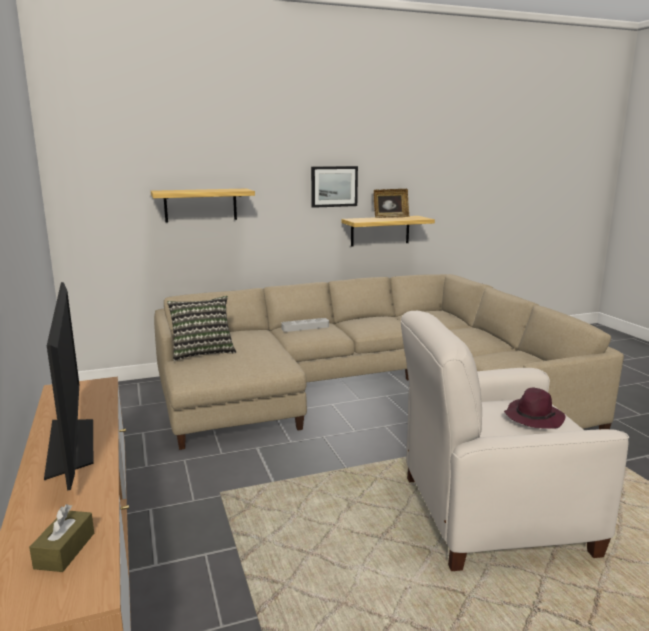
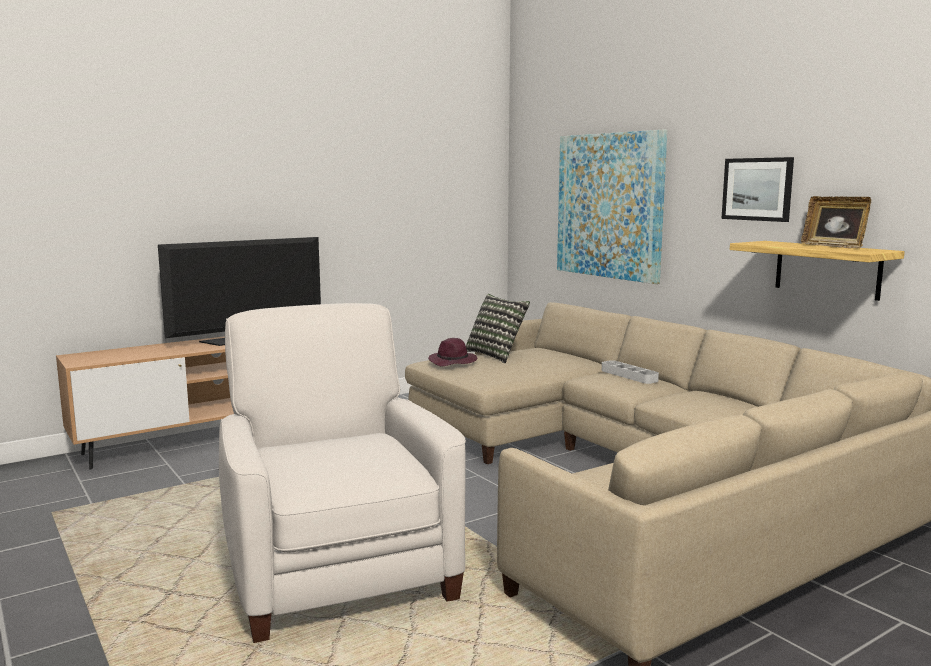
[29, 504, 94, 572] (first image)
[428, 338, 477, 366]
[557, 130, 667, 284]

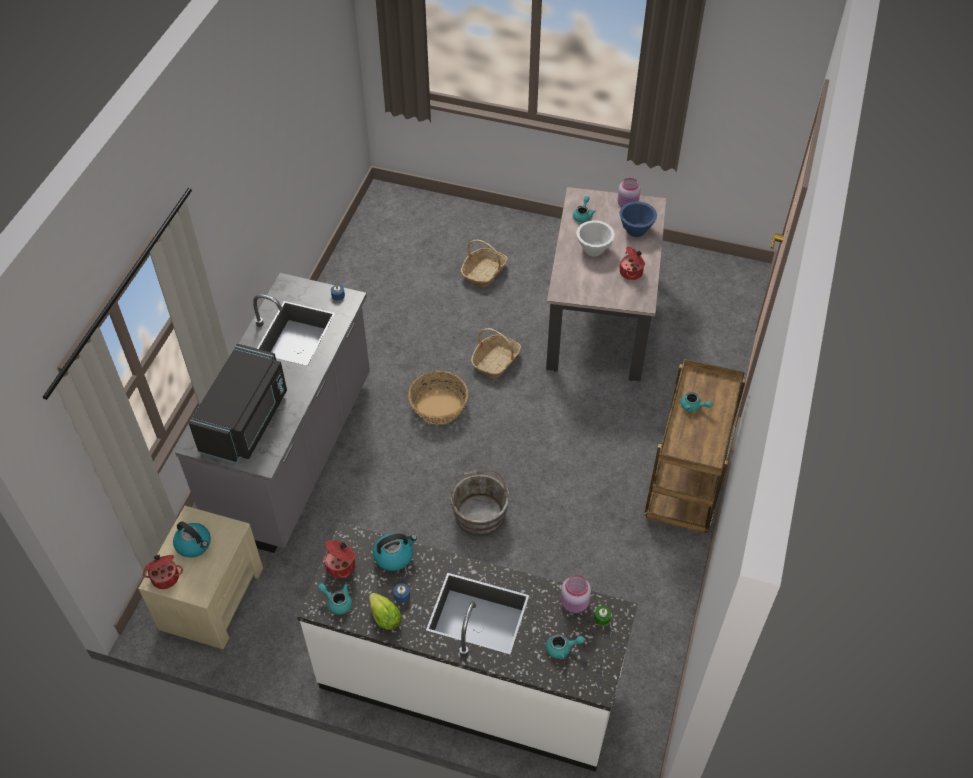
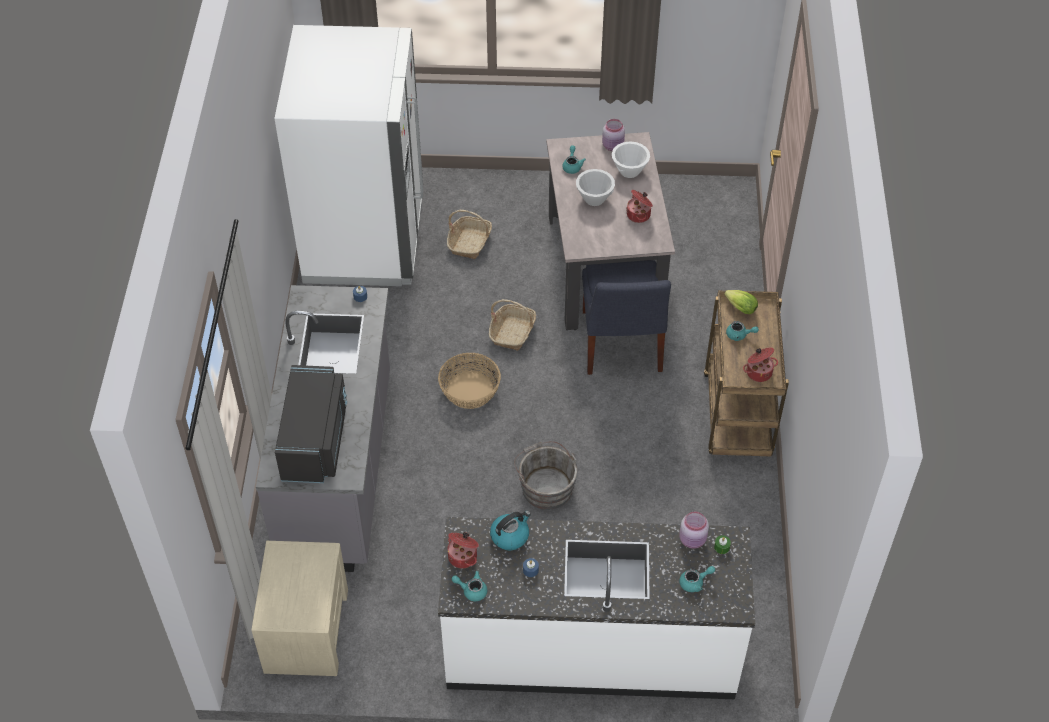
[173, 521, 211, 558] (first image)
[275, 25, 424, 286]
[582, 260, 671, 375]
[743, 348, 778, 382]
[724, 290, 758, 314]
[612, 141, 650, 178]

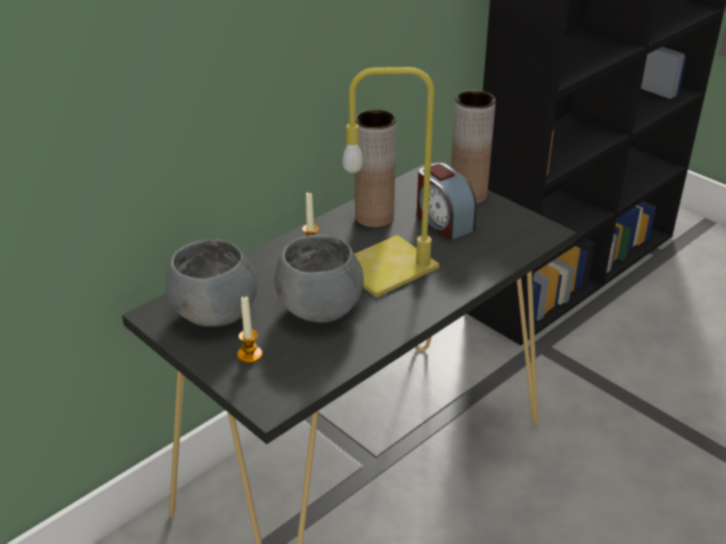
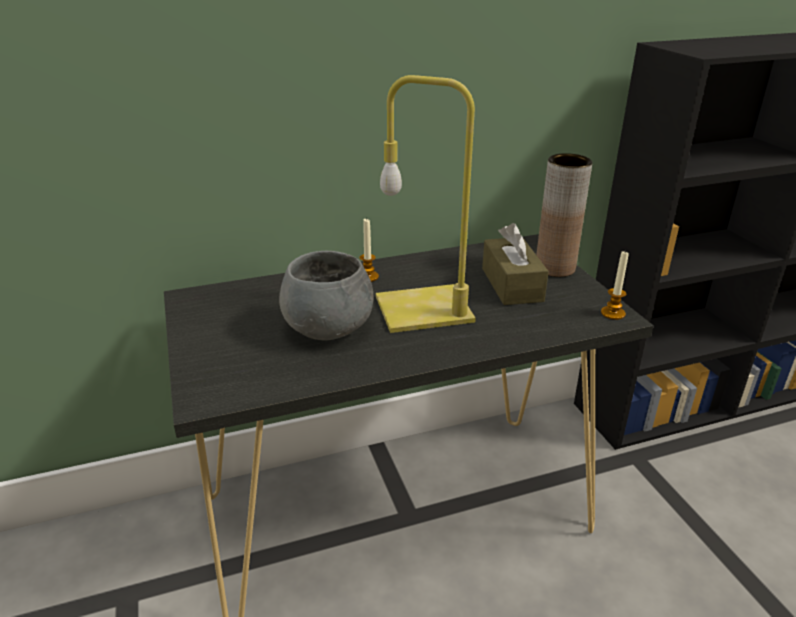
[165, 239, 257, 327] (first image)
[355, 110, 396, 228] (first image)
[601, 250, 629, 320]
[482, 223, 549, 305]

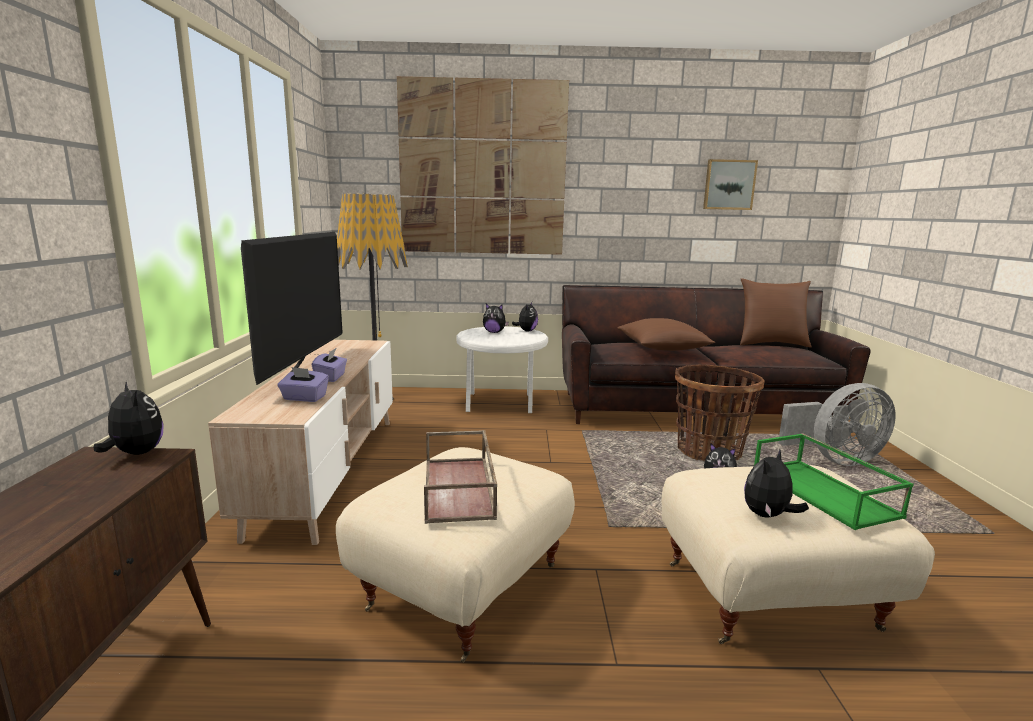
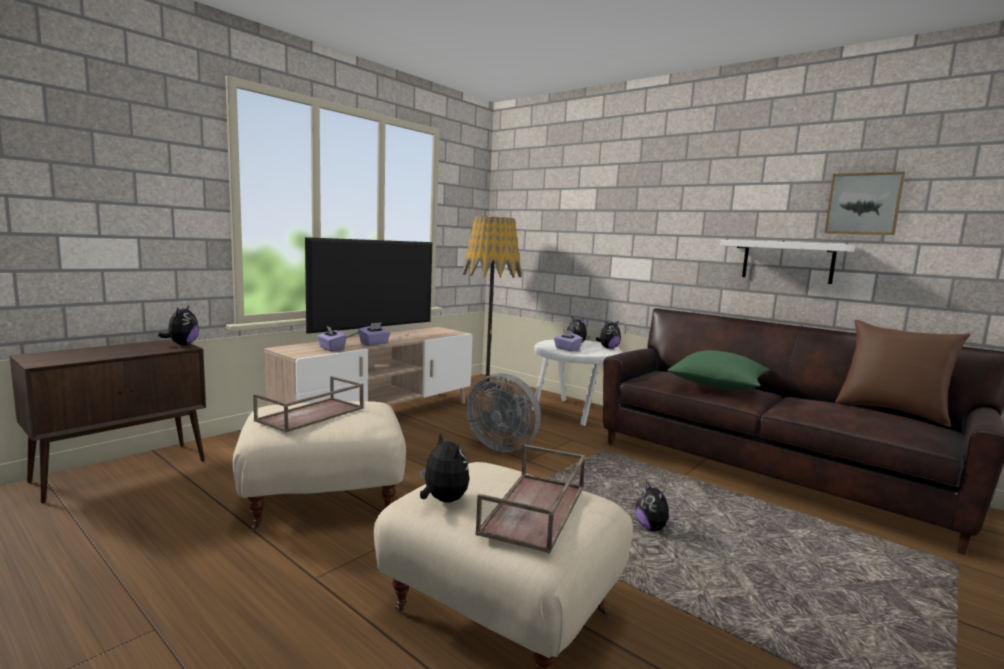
[397, 76, 569, 255] (first image)
[675, 364, 765, 461] (first image)
[554, 329, 583, 352]
[720, 240, 855, 284]
[466, 373, 541, 452]
[667, 350, 770, 390]
[476, 445, 585, 554]
[420, 433, 469, 503]

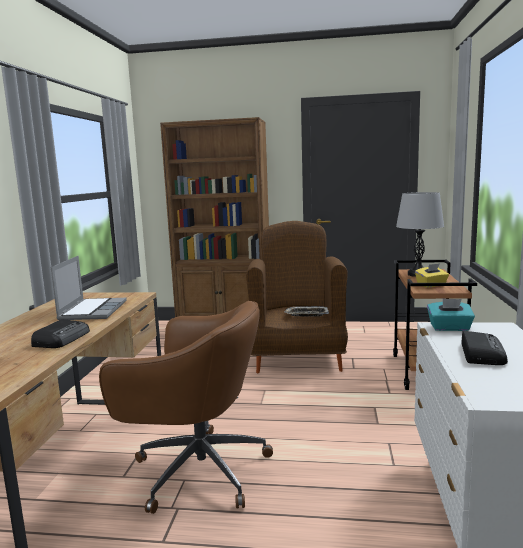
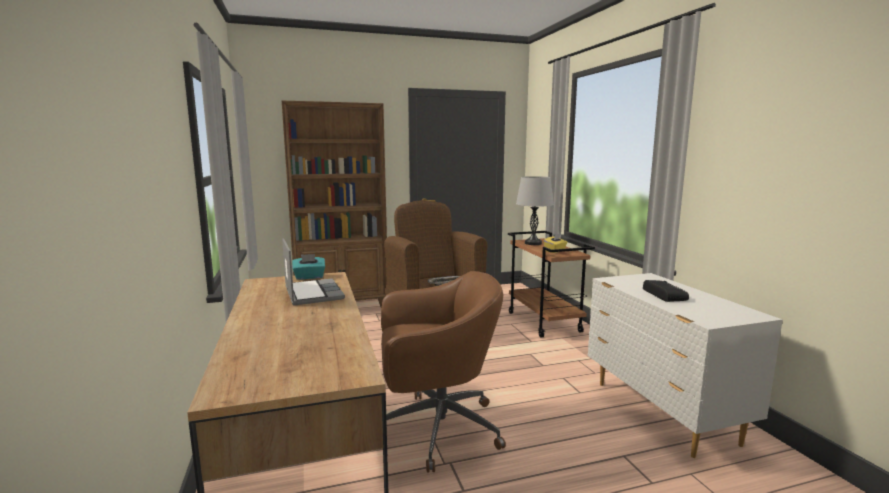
[31, 319, 90, 348] (first image)
[292, 254, 325, 280]

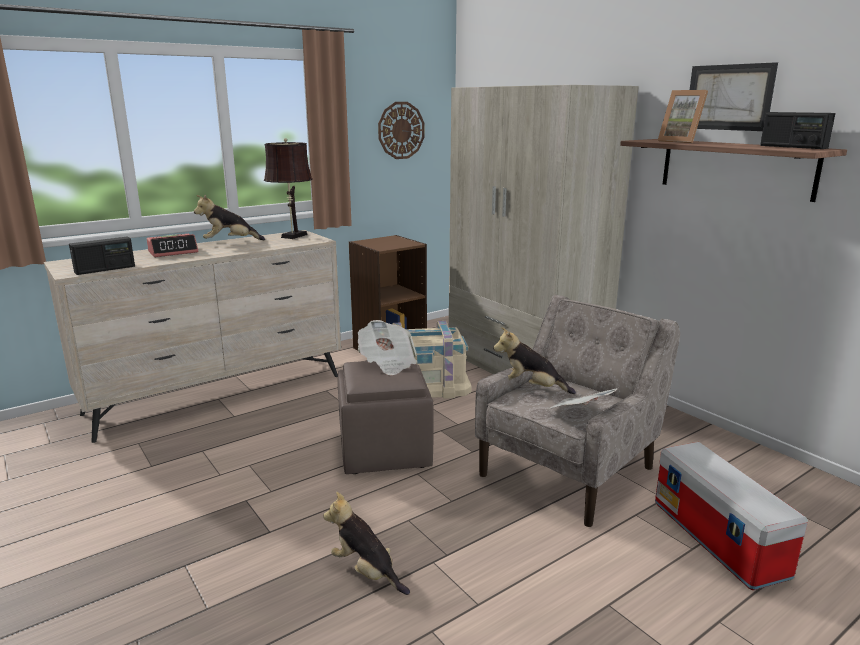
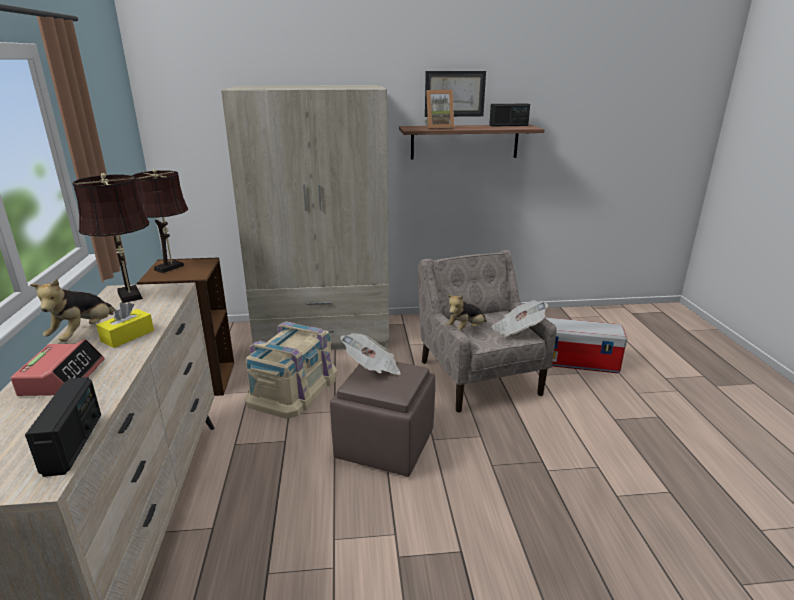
[323, 492, 410, 595] (first image)
[378, 102, 424, 159] (first image)
[96, 302, 154, 348]
[132, 169, 188, 273]

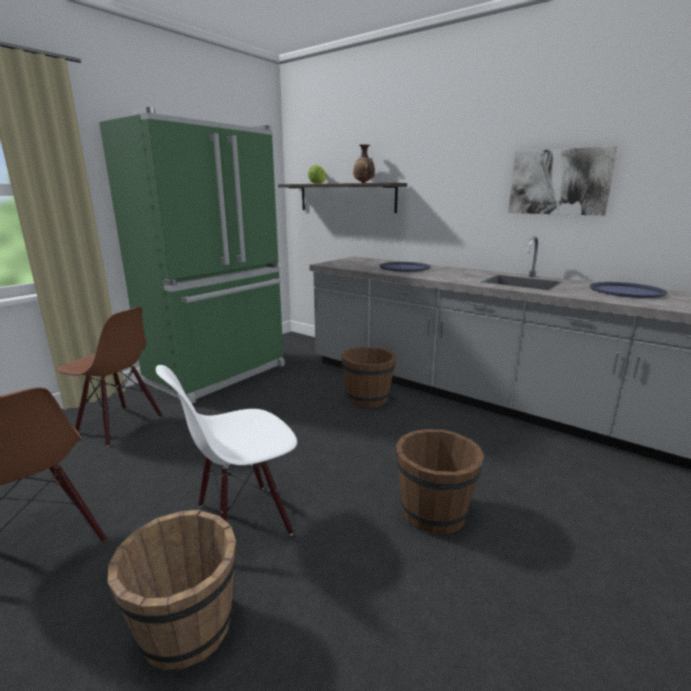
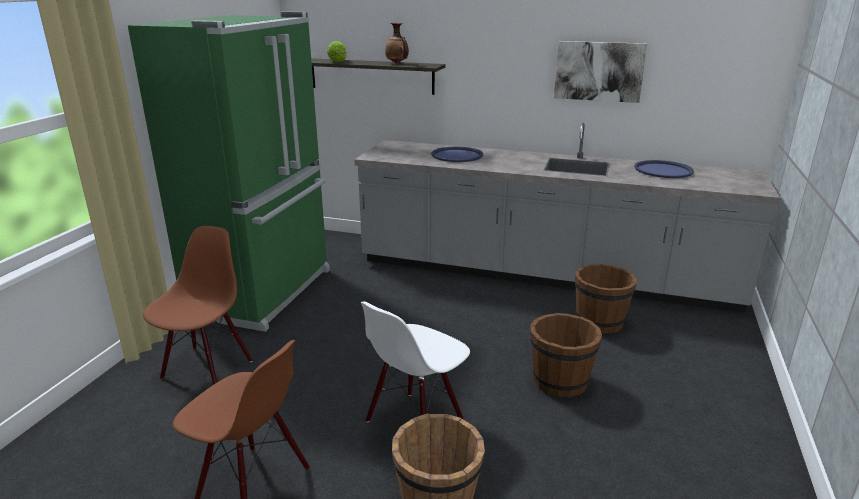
[575, 264, 637, 333]
[143, 226, 252, 385]

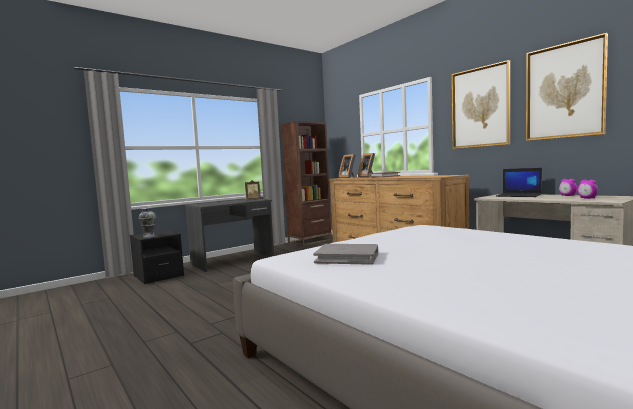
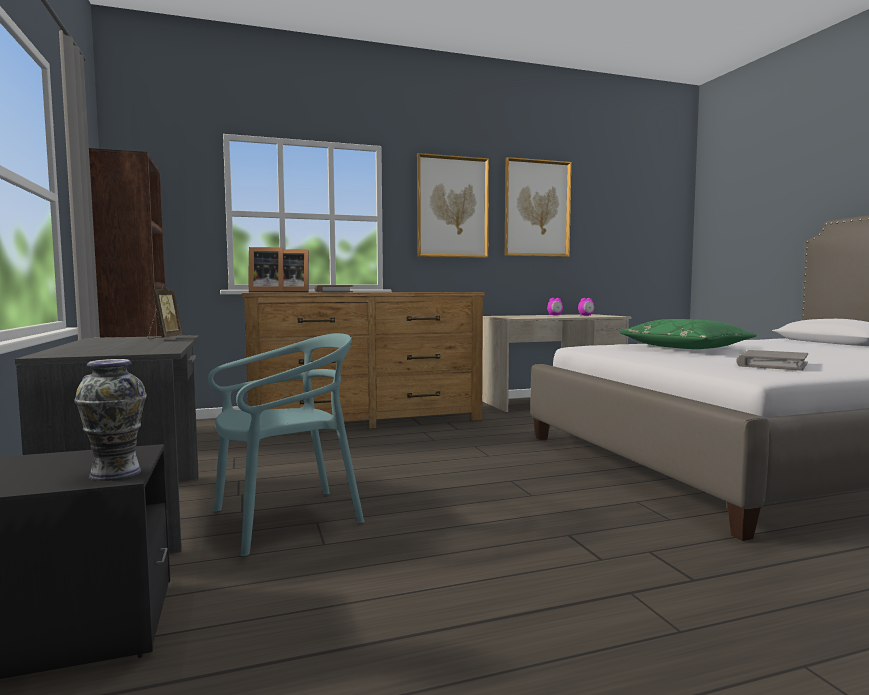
[496, 168, 542, 197] (first image)
[208, 333, 364, 557]
[619, 319, 757, 349]

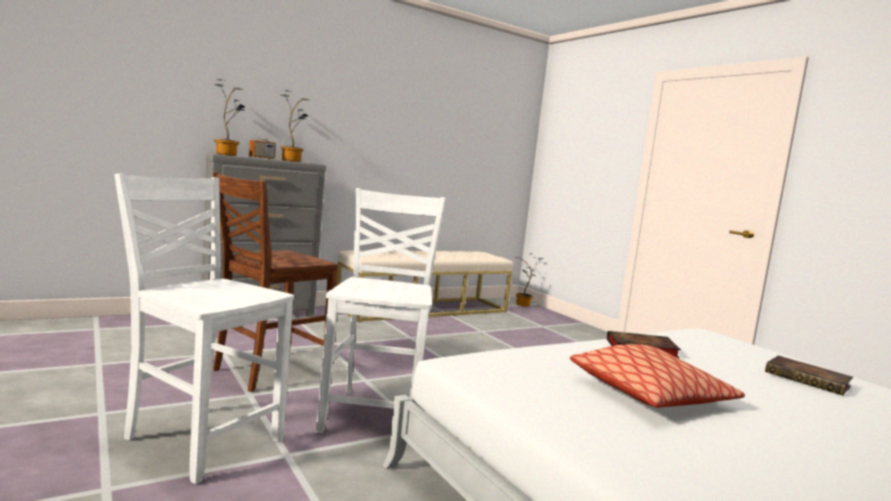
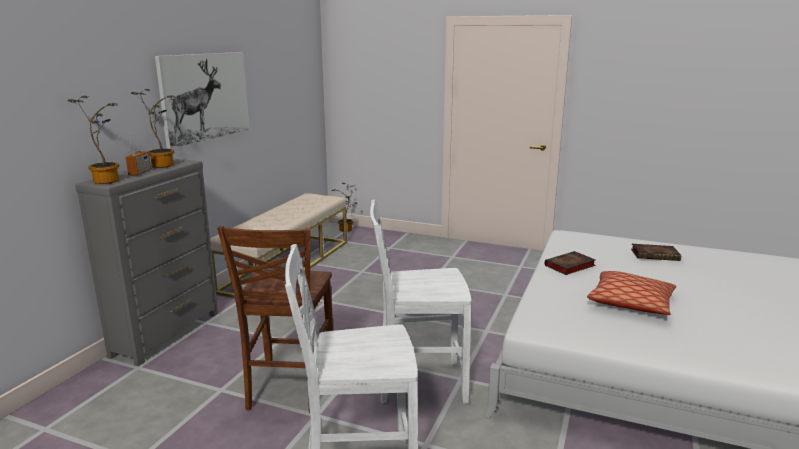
[155, 52, 249, 149]
[370, 200, 471, 404]

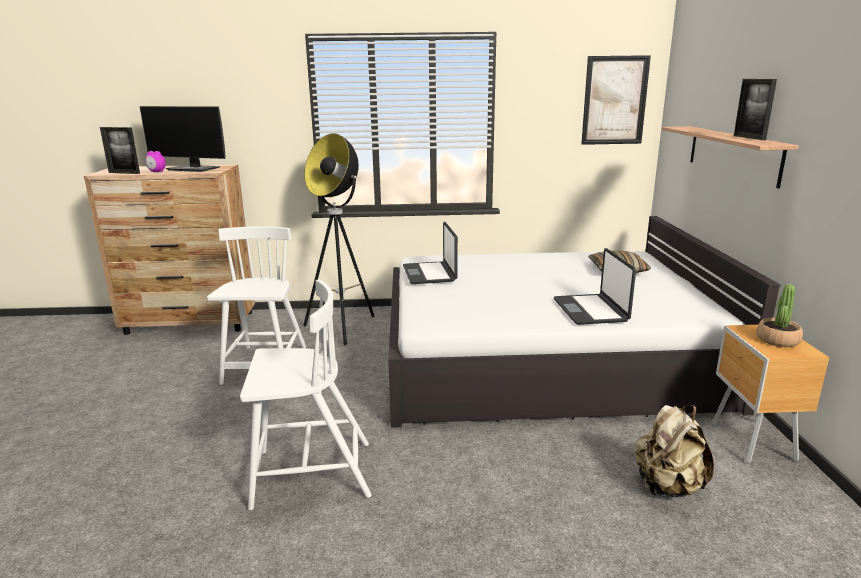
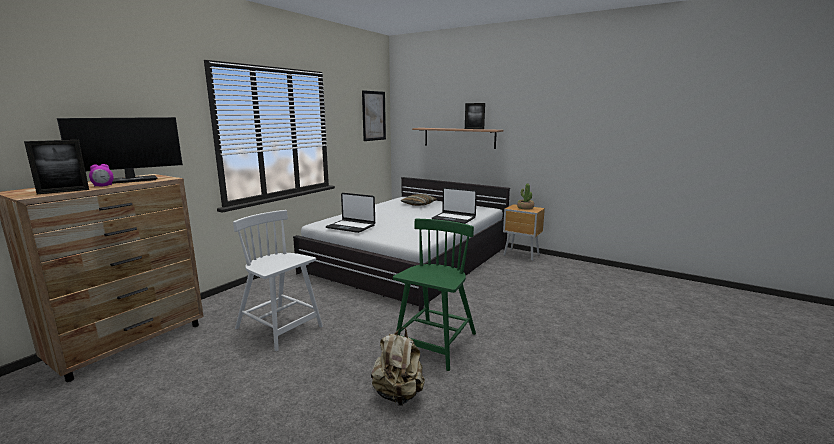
[303, 133, 374, 345] (first image)
[371, 327, 425, 406]
[393, 219, 476, 371]

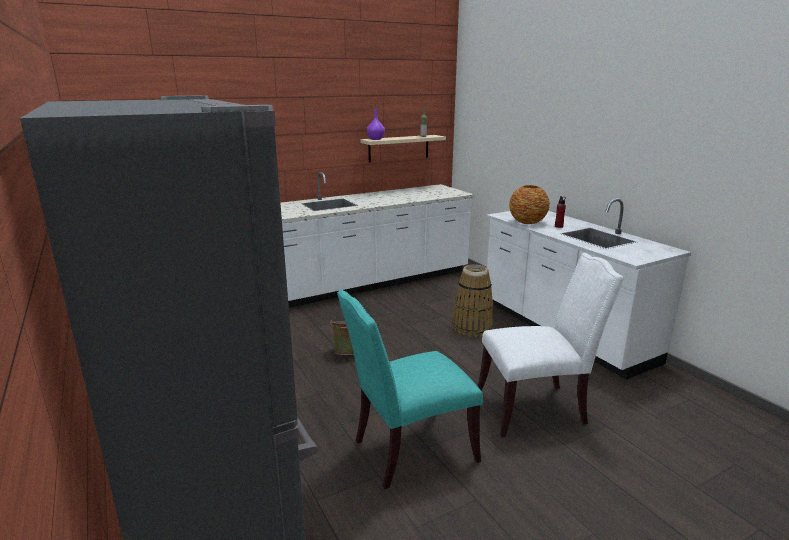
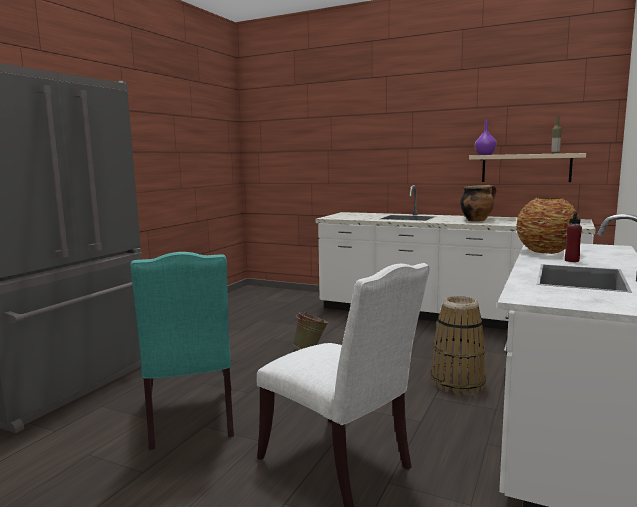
[460, 185, 497, 222]
[130, 252, 234, 450]

